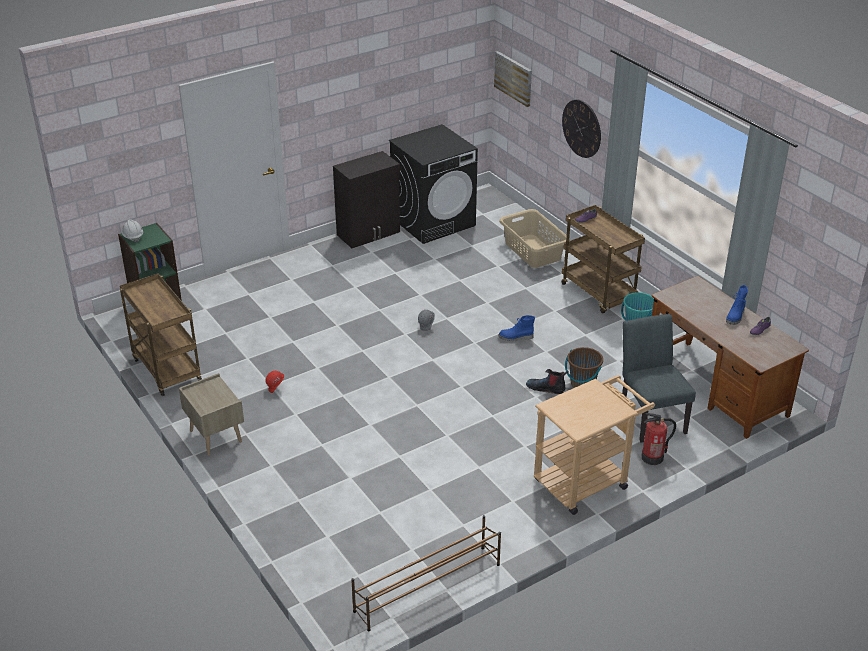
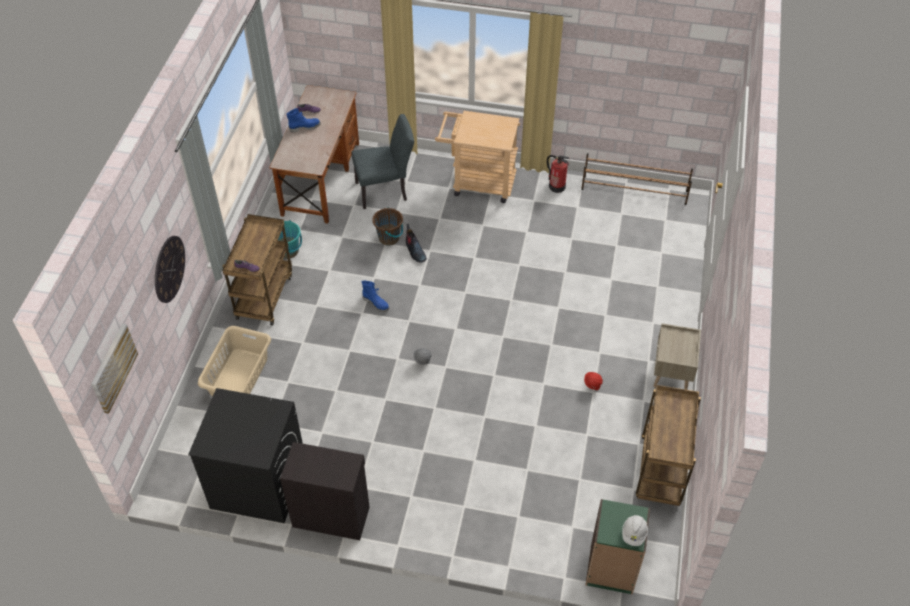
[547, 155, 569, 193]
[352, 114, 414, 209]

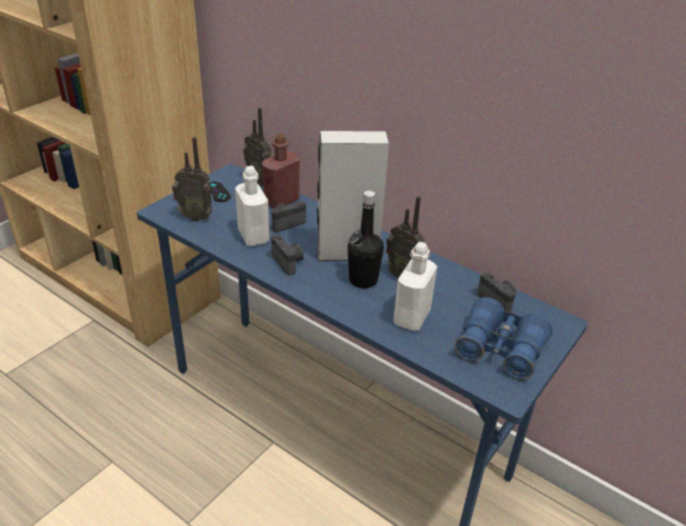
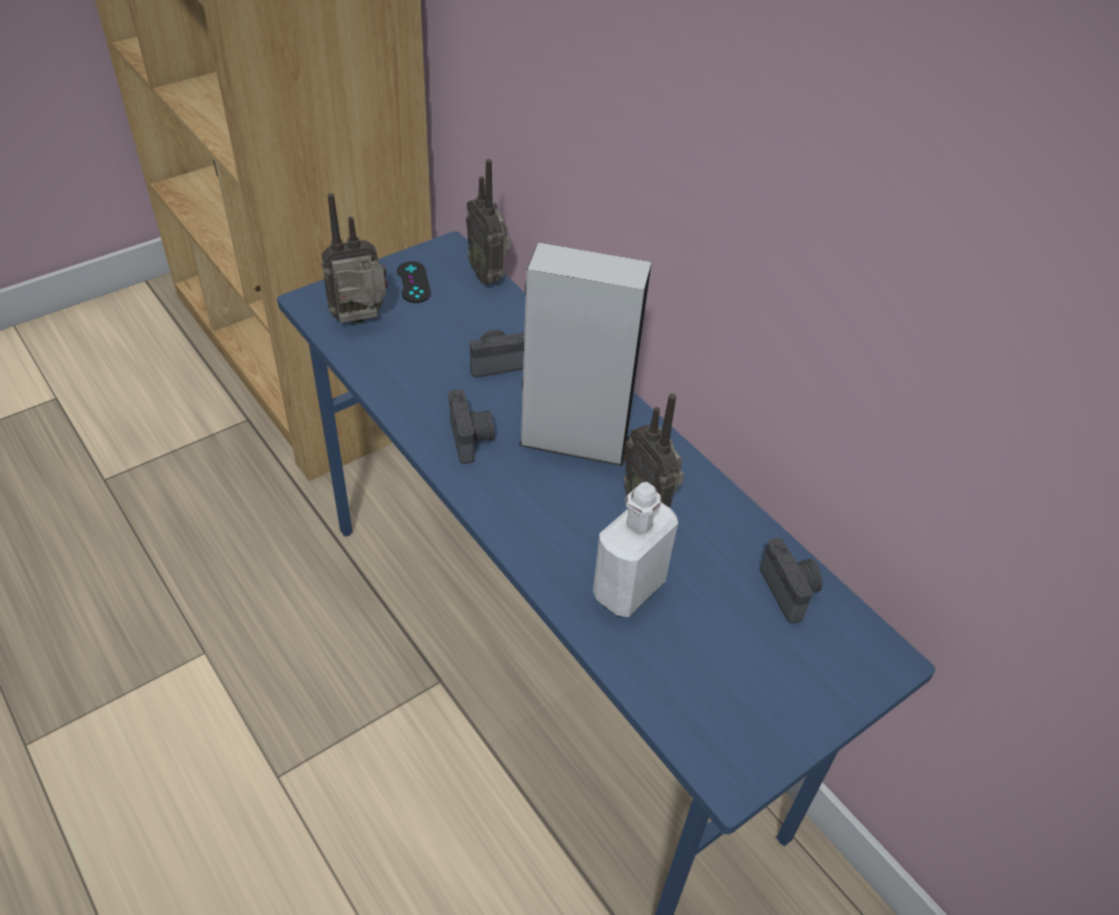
[235, 166, 269, 246] (first image)
[262, 134, 300, 208] (first image)
[348, 191, 384, 288] (first image)
[455, 297, 552, 379] (first image)
[321, 193, 388, 324]

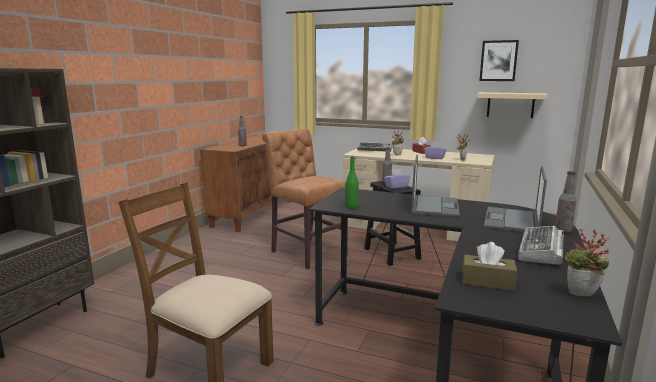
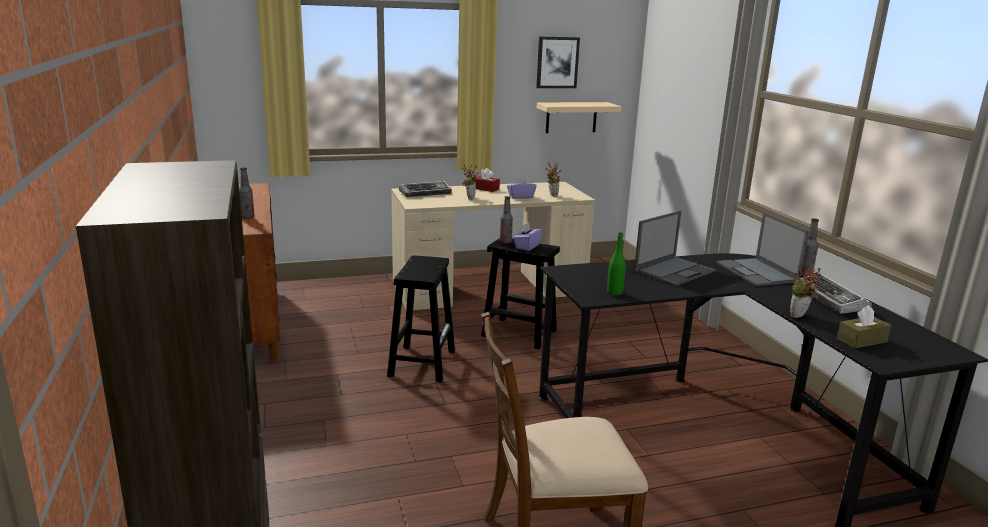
[790, 265, 821, 318]
[387, 255, 455, 382]
[634, 211, 716, 286]

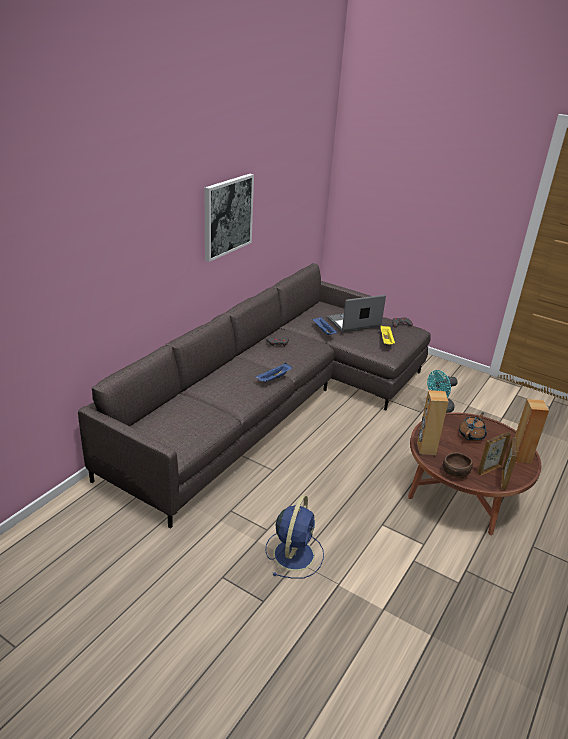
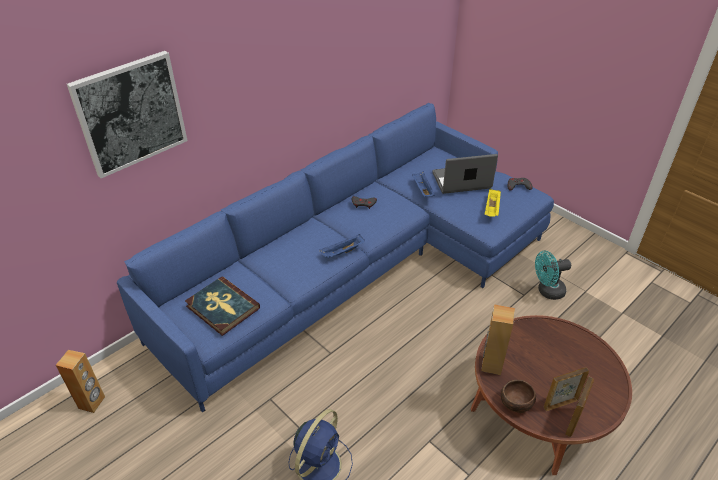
[459, 412, 487, 441] (first image)
[185, 276, 260, 336]
[67, 51, 188, 178]
[56, 350, 105, 413]
[117, 102, 554, 412]

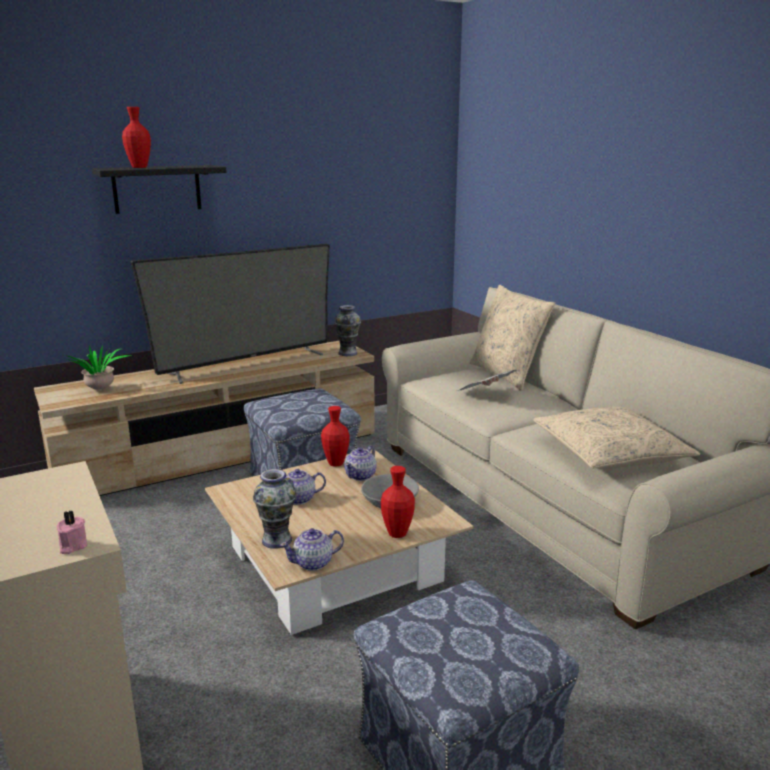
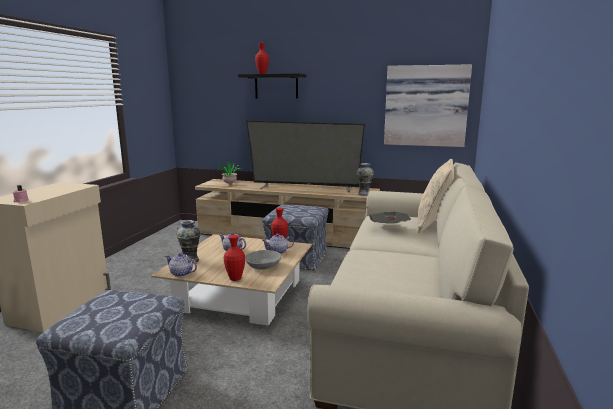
[533, 406, 700, 469] (first image)
[384, 64, 472, 147]

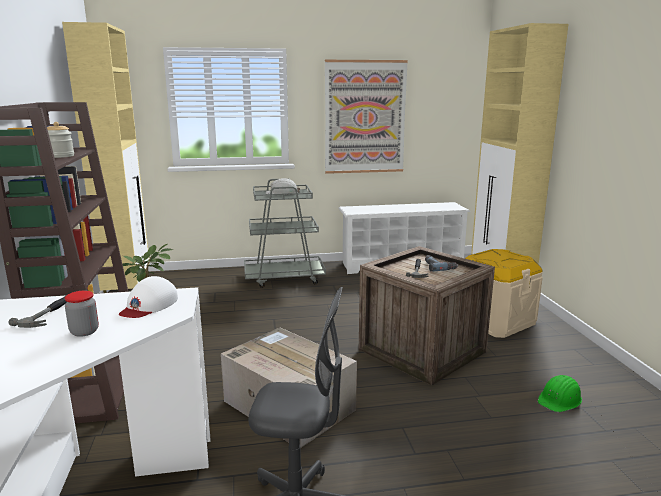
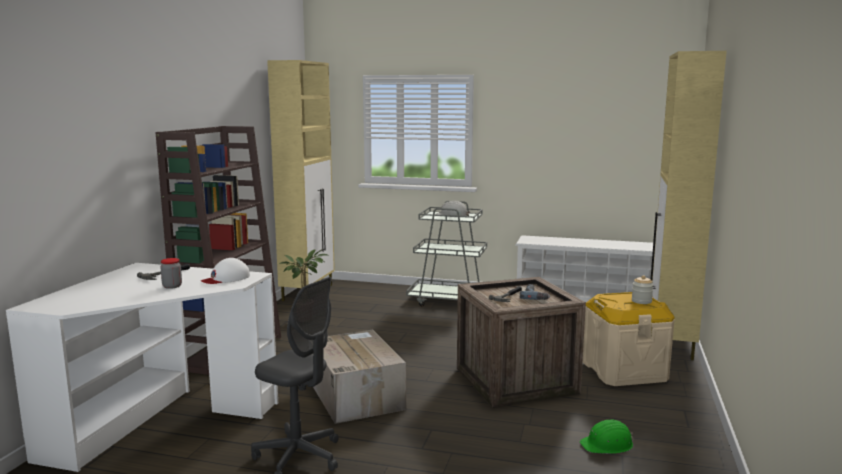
[325, 60, 408, 174] (first image)
[632, 275, 653, 304]

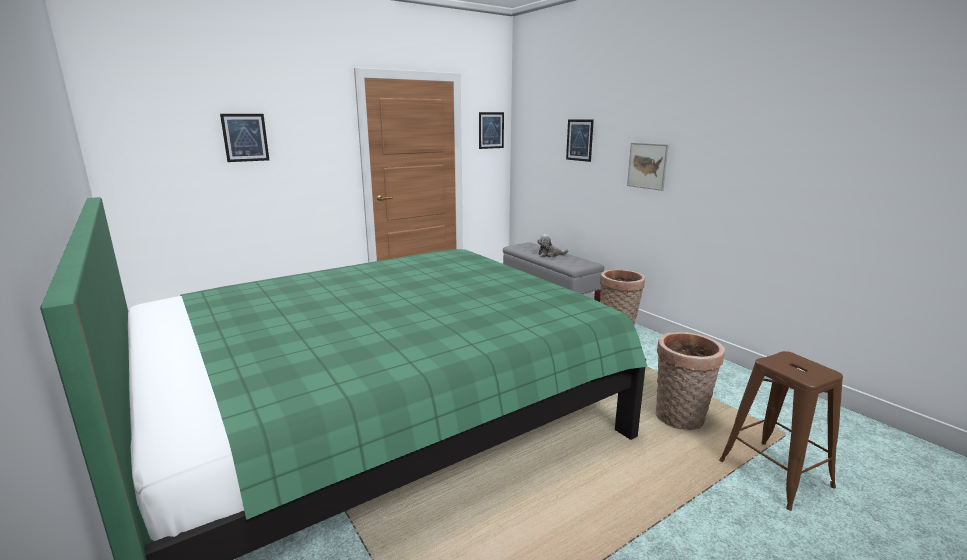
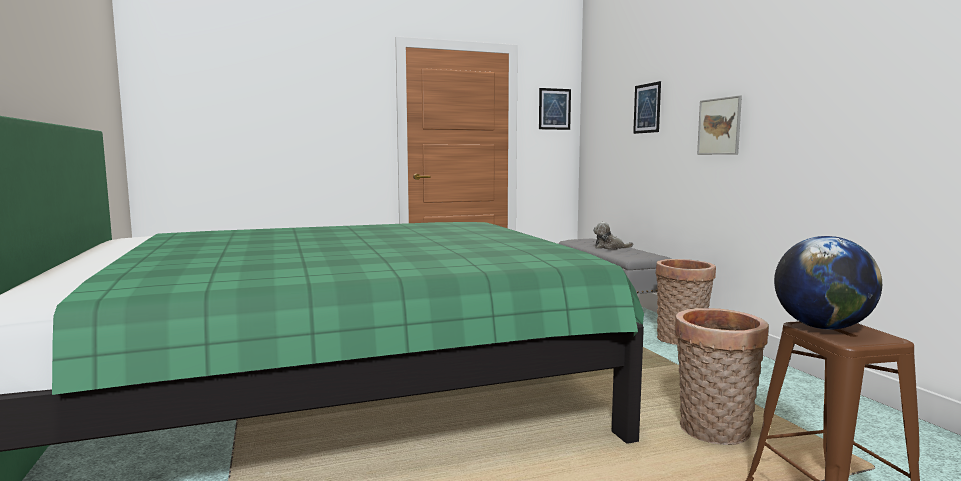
[220, 114, 269, 162] (first image)
[774, 236, 882, 330]

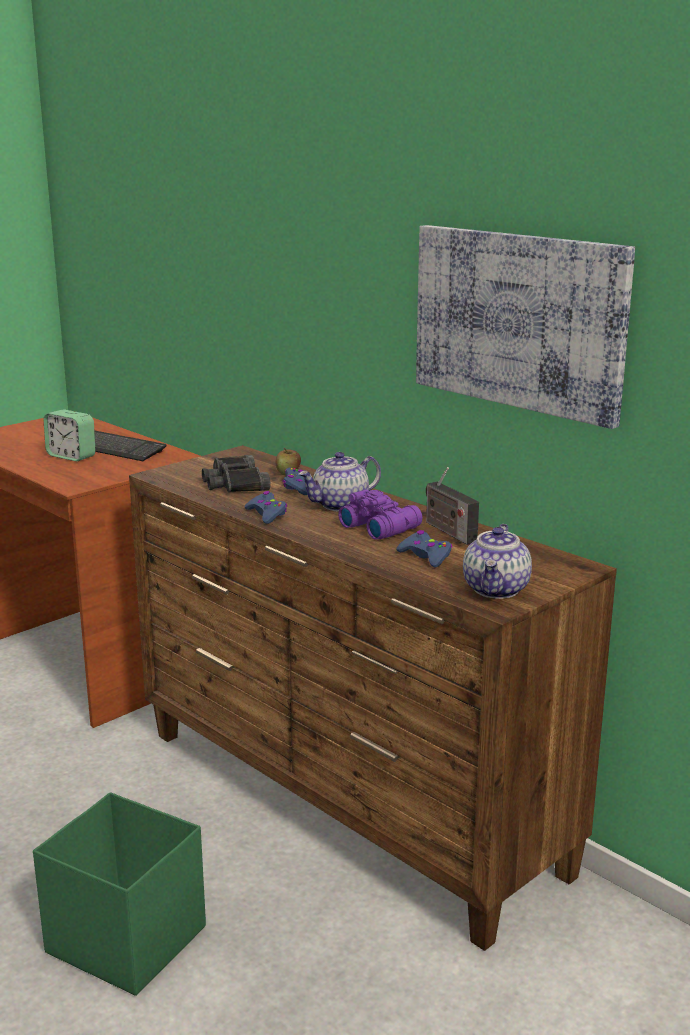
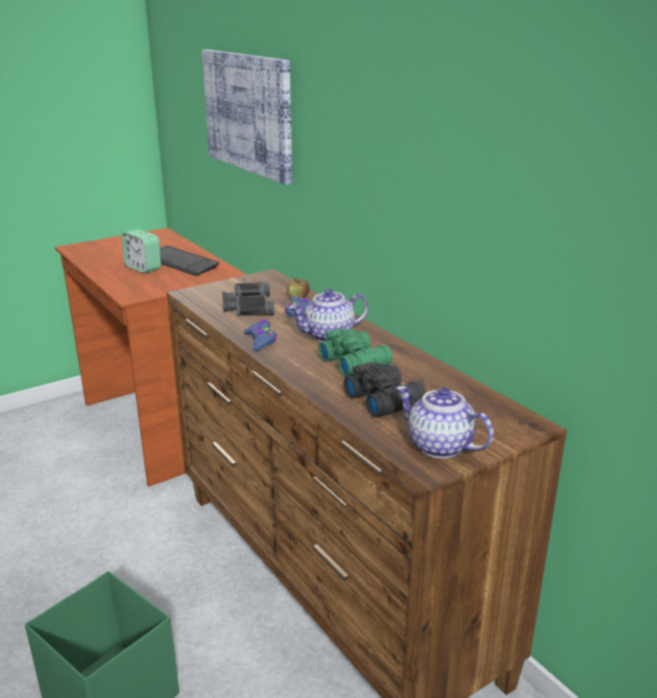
[426, 467, 479, 545] (first image)
[202, 50, 292, 185]
[344, 362, 426, 417]
[318, 328, 393, 377]
[396, 386, 494, 458]

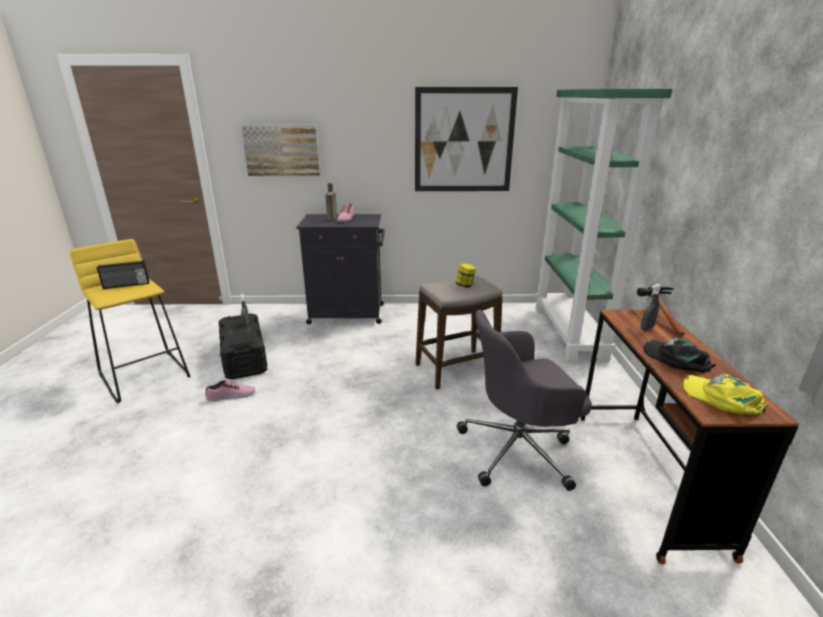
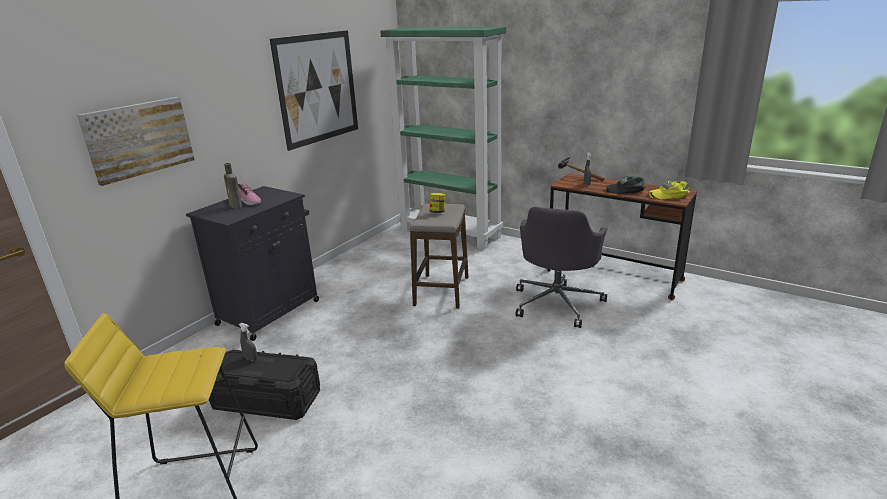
[97, 260, 150, 289] (first image)
[206, 380, 256, 401] (first image)

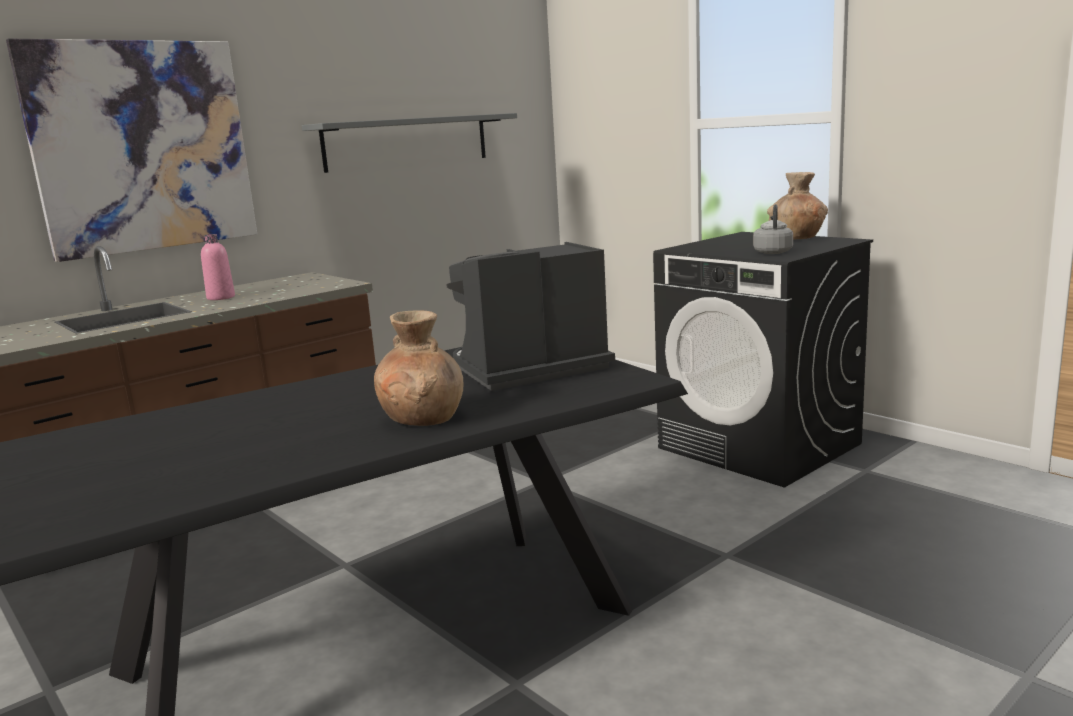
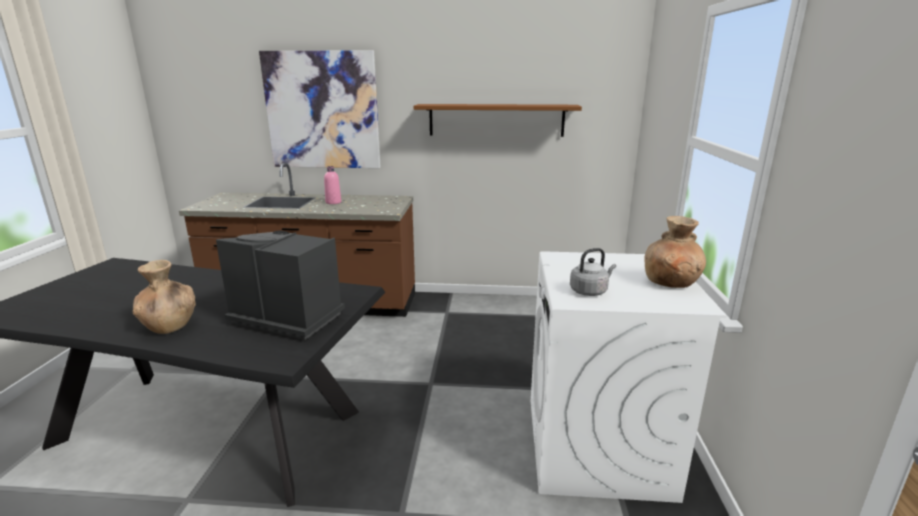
[414, 104, 582, 137]
[531, 251, 727, 503]

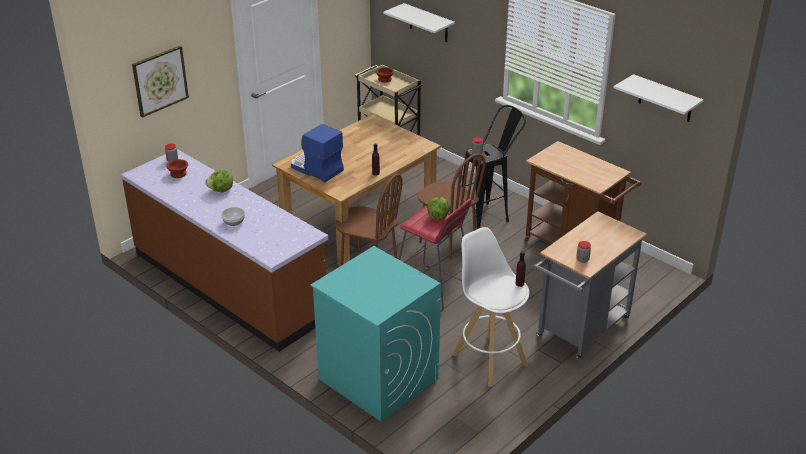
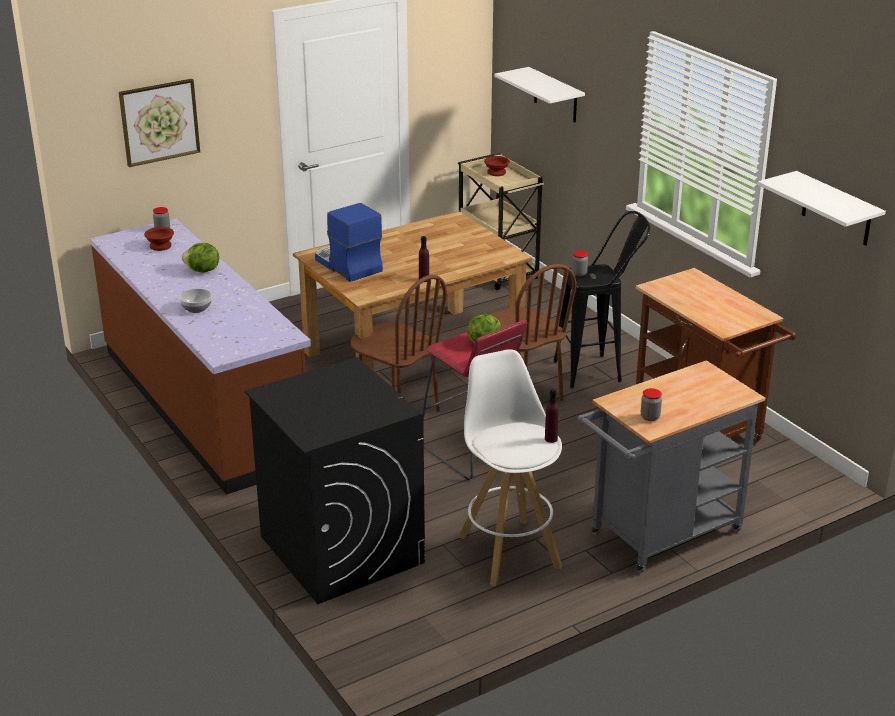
[245, 357, 425, 604]

